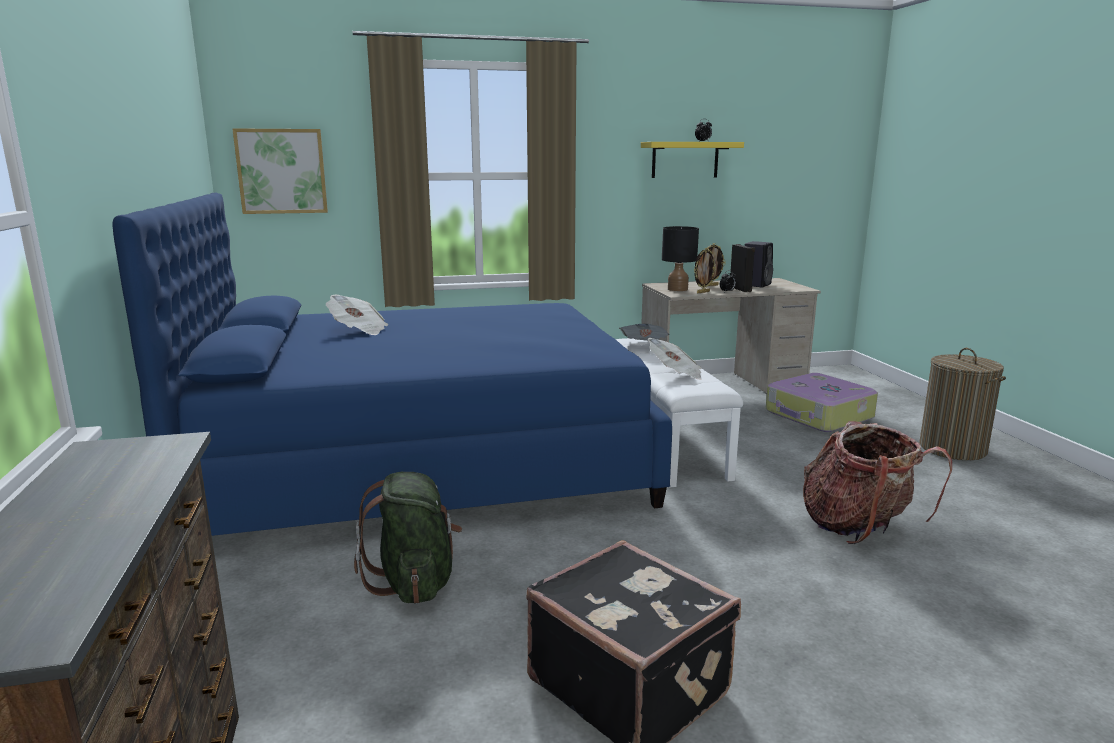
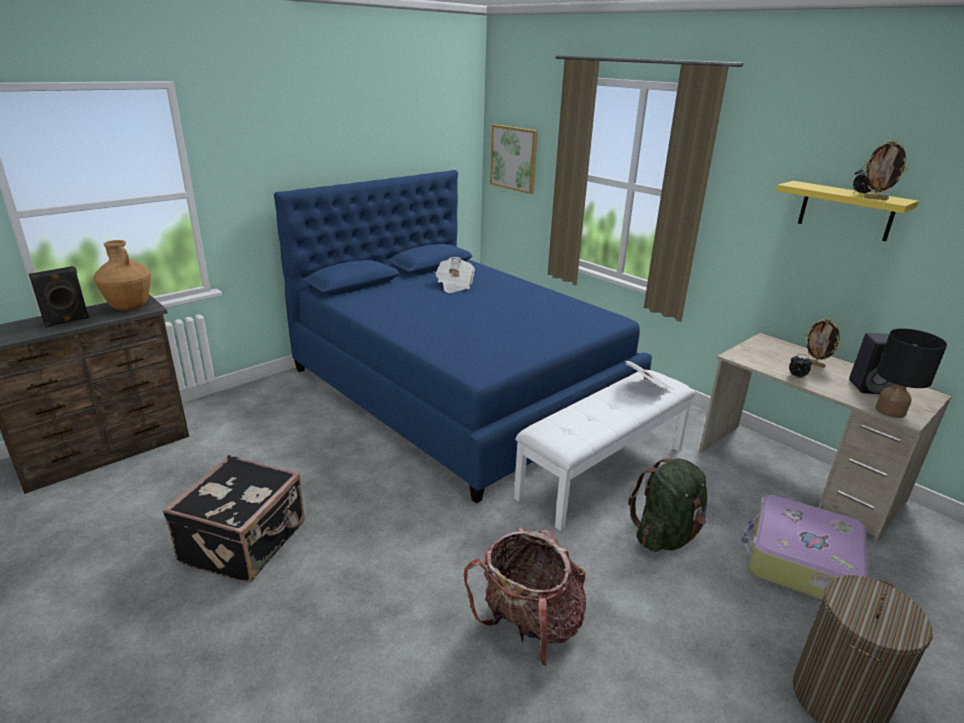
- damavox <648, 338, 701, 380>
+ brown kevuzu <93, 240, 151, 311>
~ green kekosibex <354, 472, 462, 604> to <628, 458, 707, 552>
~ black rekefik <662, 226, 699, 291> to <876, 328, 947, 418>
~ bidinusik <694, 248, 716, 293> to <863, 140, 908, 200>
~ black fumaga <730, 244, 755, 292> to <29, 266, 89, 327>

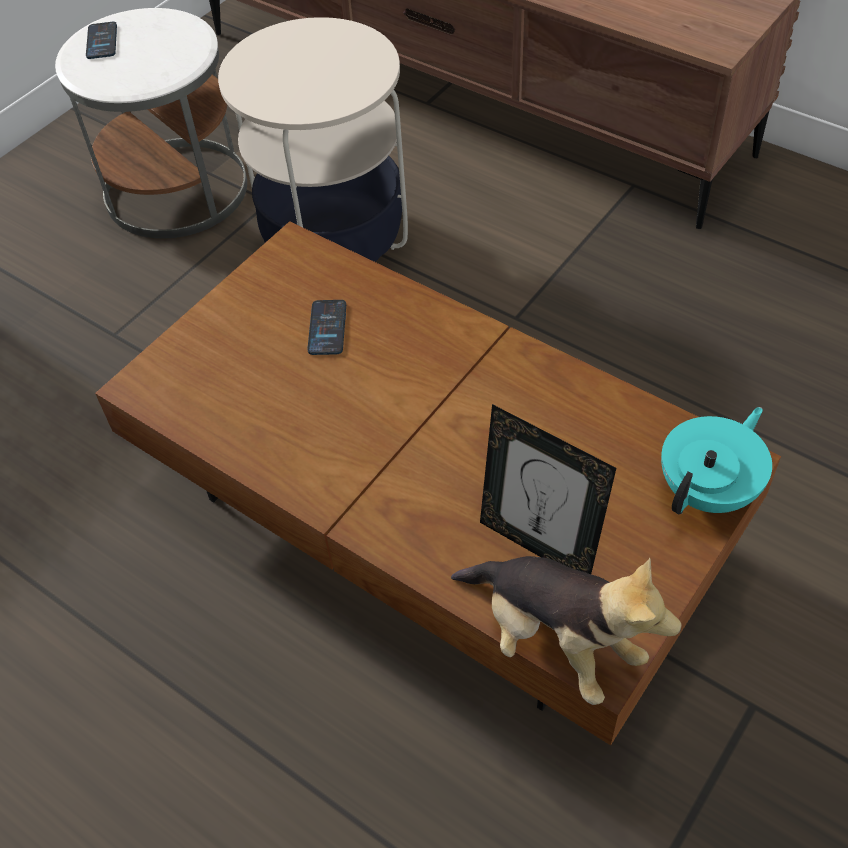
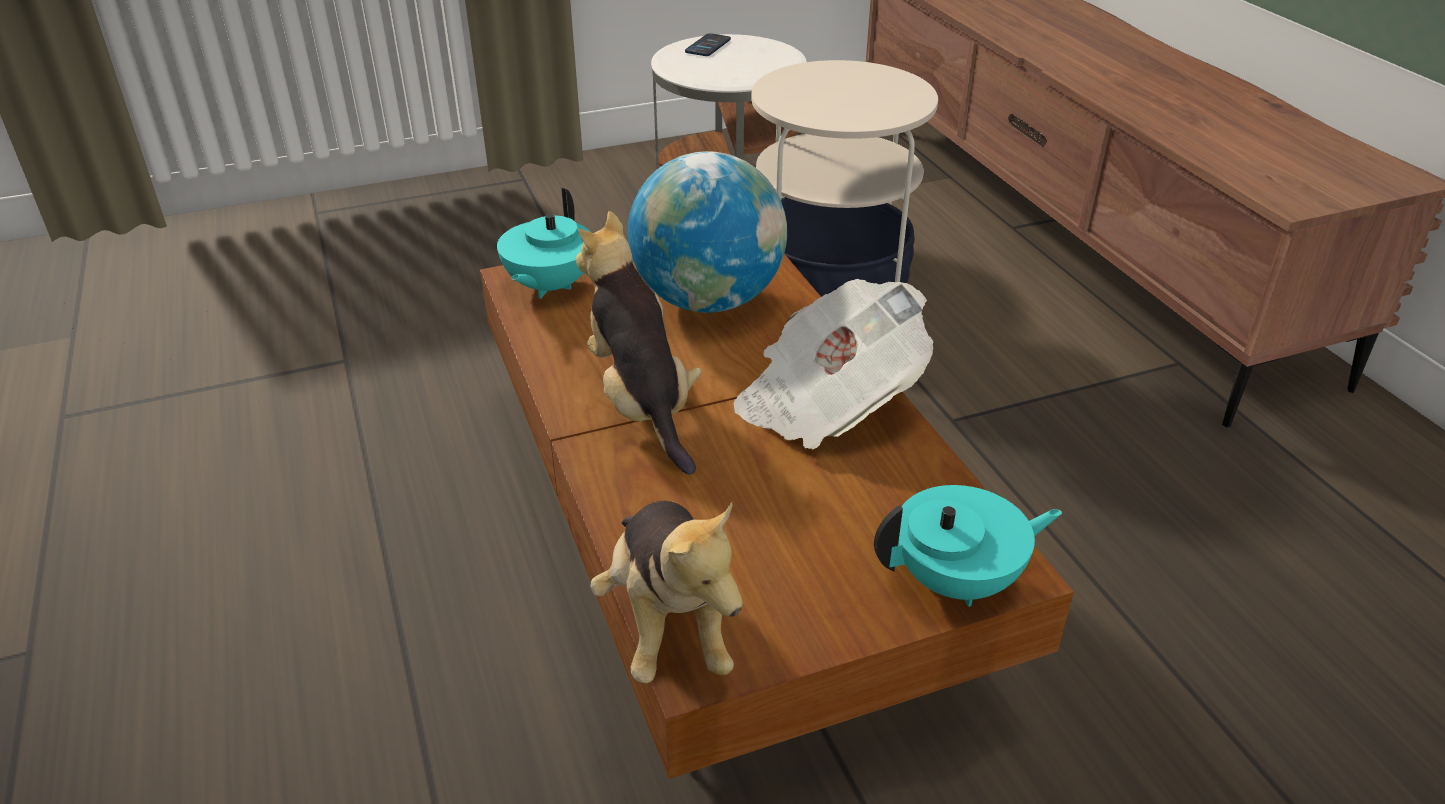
- bidinusik <480, 404, 616, 574>
+ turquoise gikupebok <497, 188, 591, 299>
+ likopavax <575, 211, 701, 475>
+ damavox <734, 279, 934, 449>
~ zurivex <307, 300, 346, 355> to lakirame <628, 151, 787, 313>

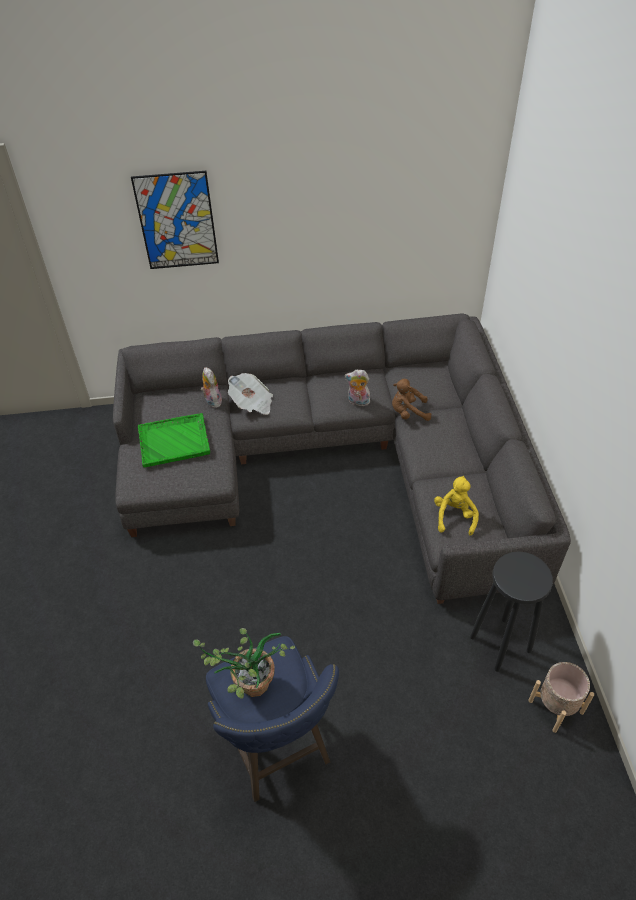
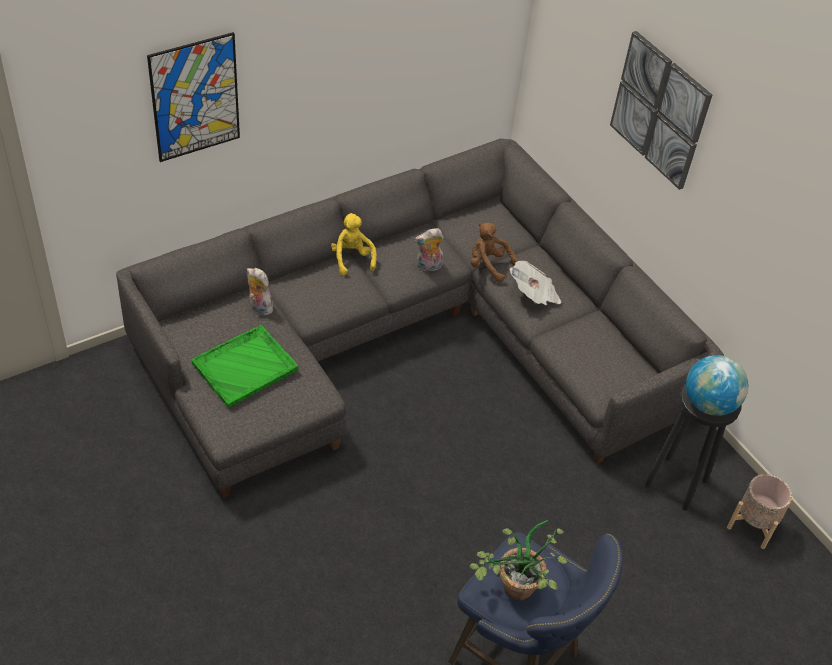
+ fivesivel <610, 31, 712, 190>
+ lakirame <686, 355, 748, 416>
~ damavox <228, 373, 273, 415> to <509, 261, 561, 305>
~ yellow likopavax <434, 476, 479, 536> to <331, 213, 377, 276>
~ brown likopavax <392, 379, 431, 421> = <471, 223, 518, 283> 60 degrees clockwise

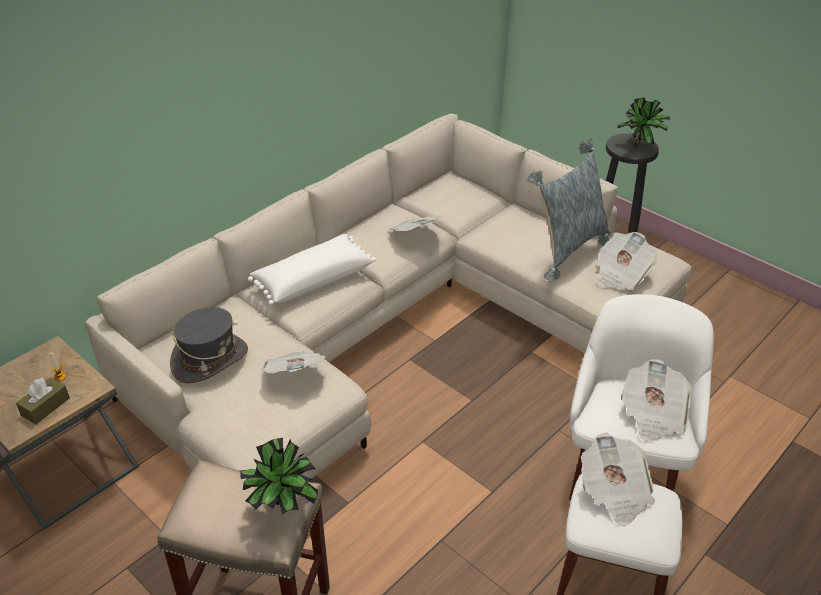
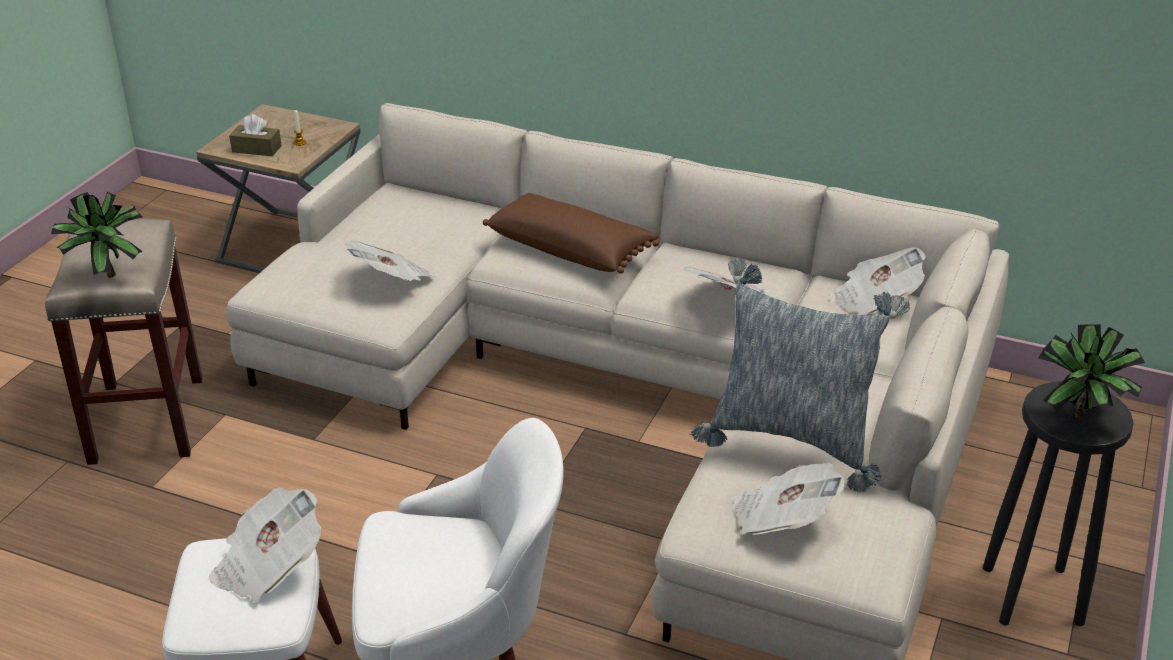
- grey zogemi <170, 307, 248, 383>
~ damavox <621, 359, 693, 442> to <829, 247, 926, 315>
~ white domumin <248, 234, 376, 305> to brown domumin <483, 193, 659, 274>

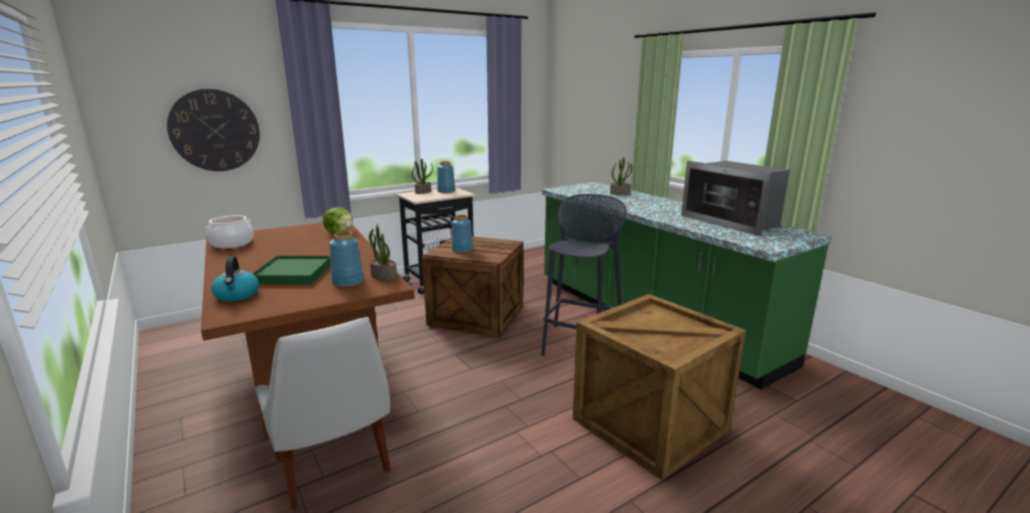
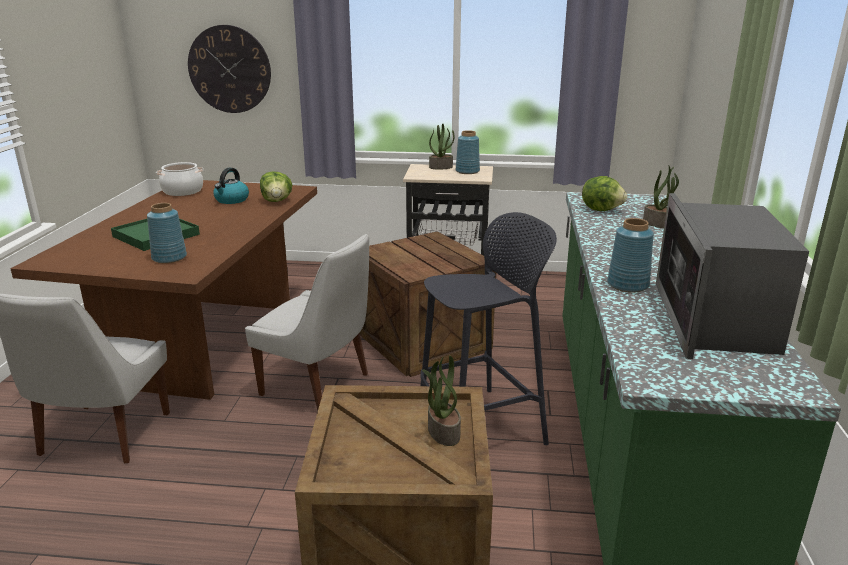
+ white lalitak <245, 234, 369, 410>
+ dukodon <582, 176, 627, 211>
~ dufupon <211, 256, 259, 302> to <214, 168, 249, 204>
~ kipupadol <369, 224, 397, 280> to <422, 356, 461, 446>
~ blue kevuzu <452, 215, 473, 253> to <607, 218, 654, 293>

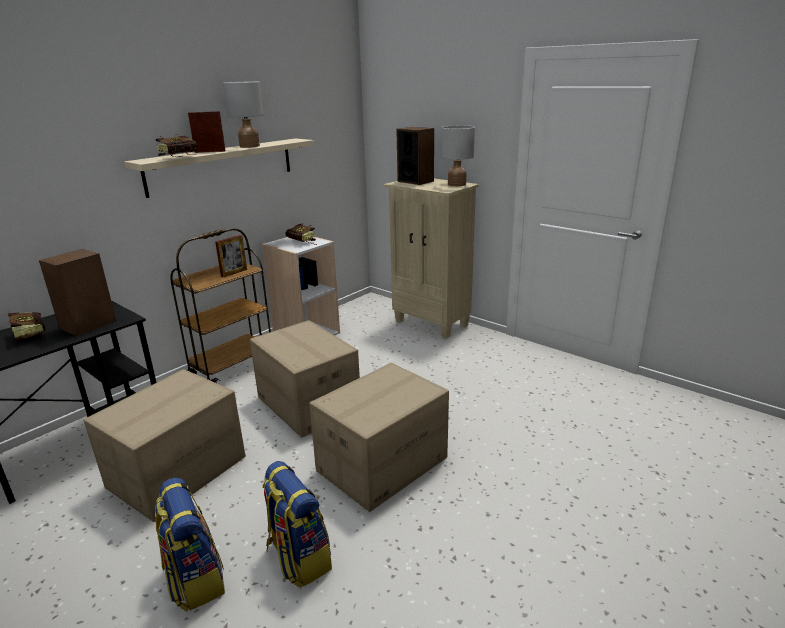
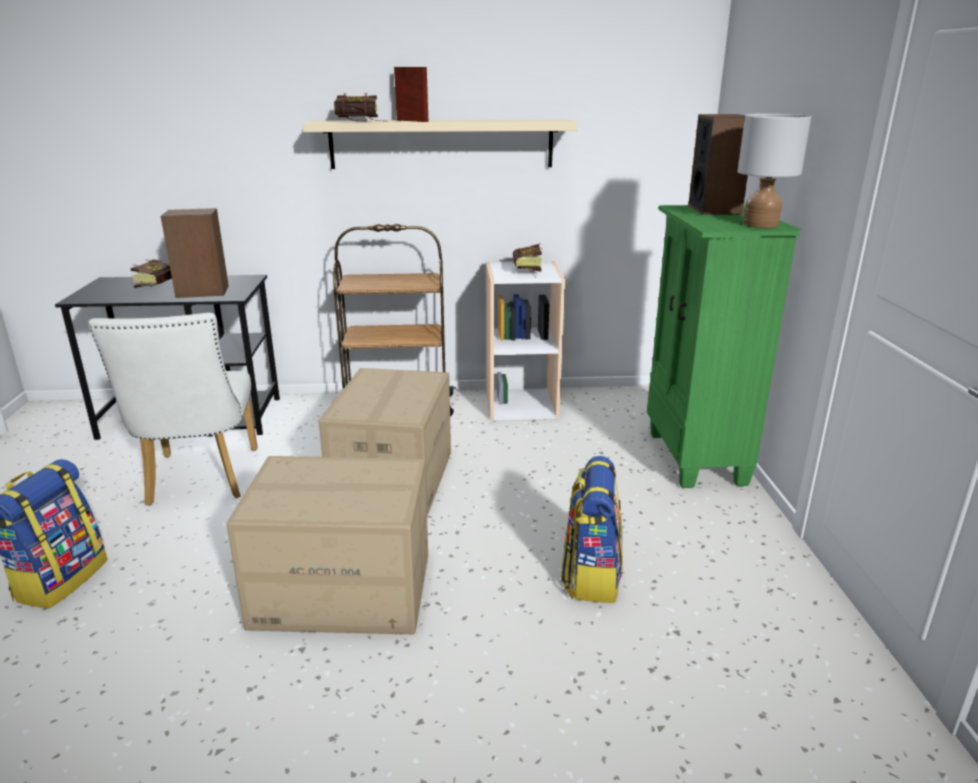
- bidinusik <215, 235, 247, 277>
- grey rekefik <223, 81, 263, 148>
~ kekosibex <262, 461, 332, 588> to <561, 456, 623, 603>
~ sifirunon <84, 369, 246, 522> to white lalitak <88, 313, 257, 506>
~ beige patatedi <384, 178, 478, 338> to green patatedi <647, 205, 801, 488>

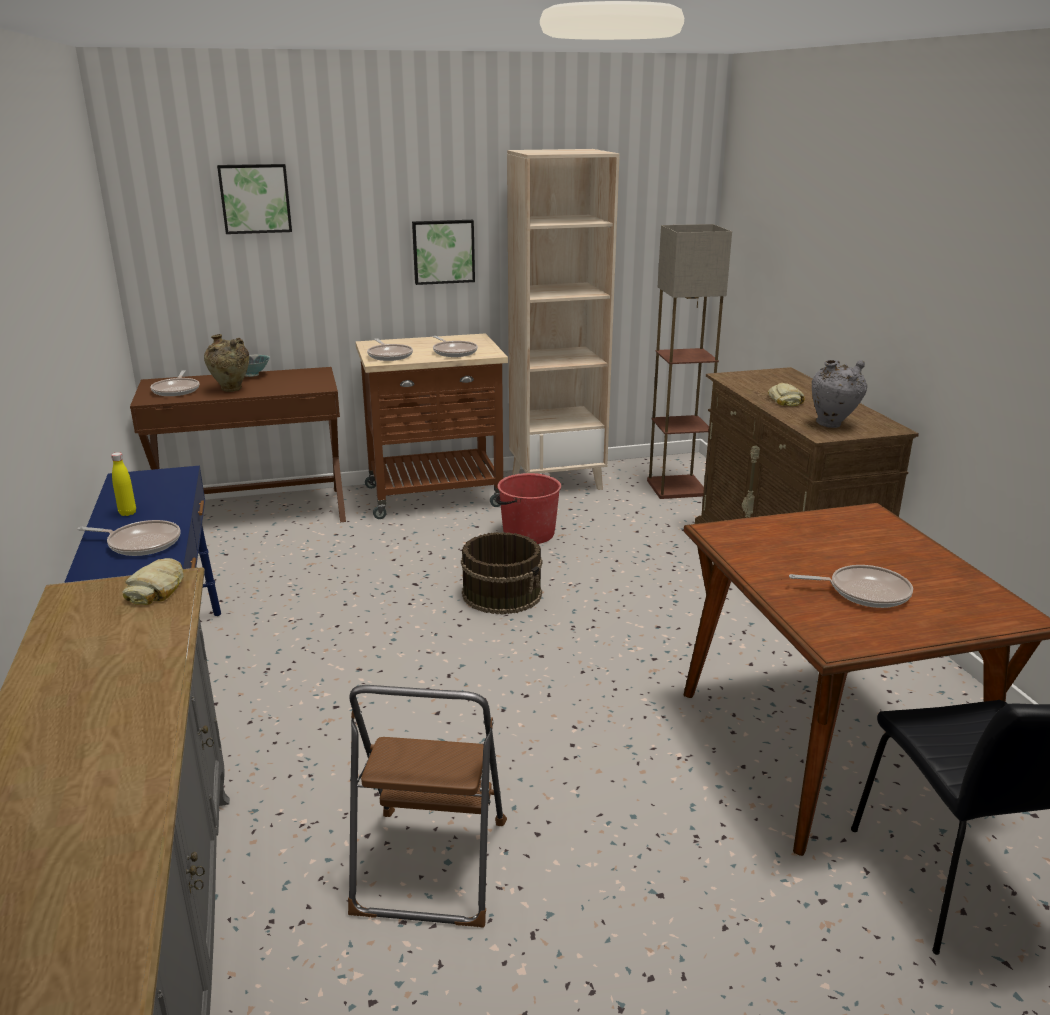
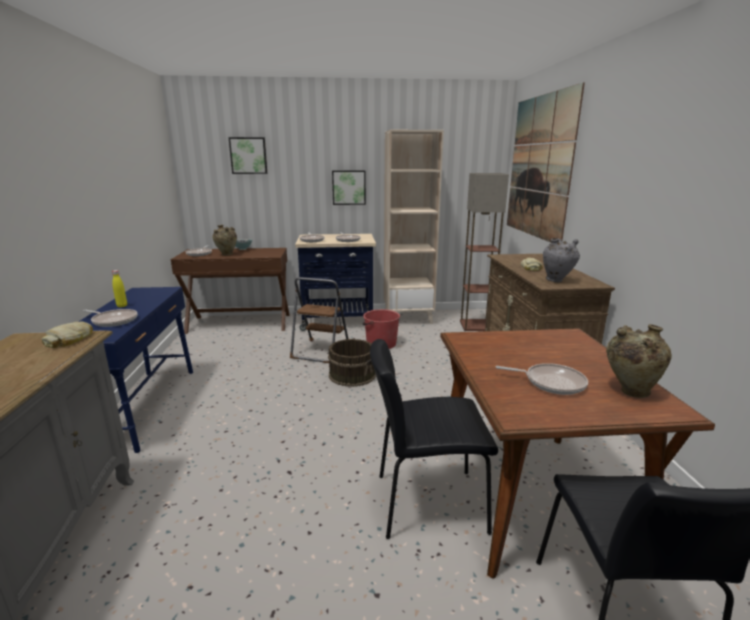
+ black lalitak <370, 339, 498, 539>
+ fivesivel <507, 82, 585, 243>
+ beige kevuzu <606, 324, 672, 398>
~ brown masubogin <348, 685, 507, 928> to <290, 277, 348, 363>
~ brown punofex <355, 333, 508, 519> to blue punofex <295, 234, 376, 331>

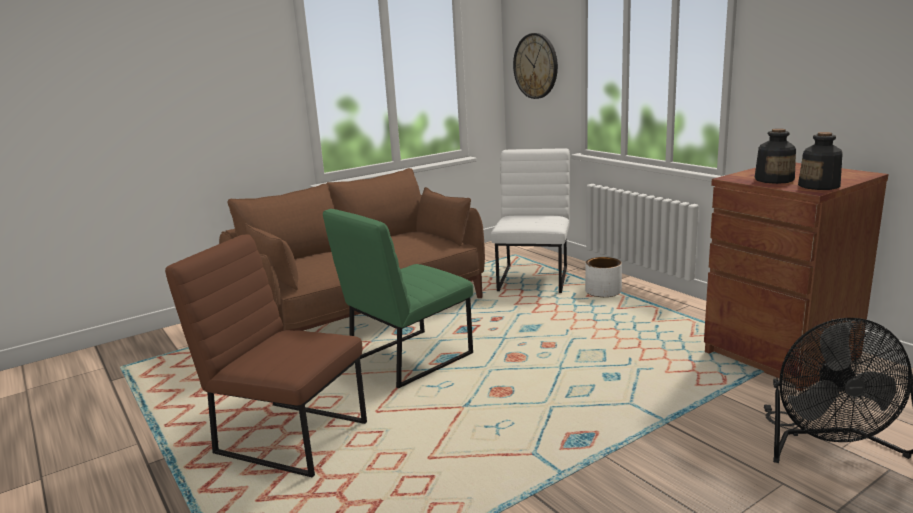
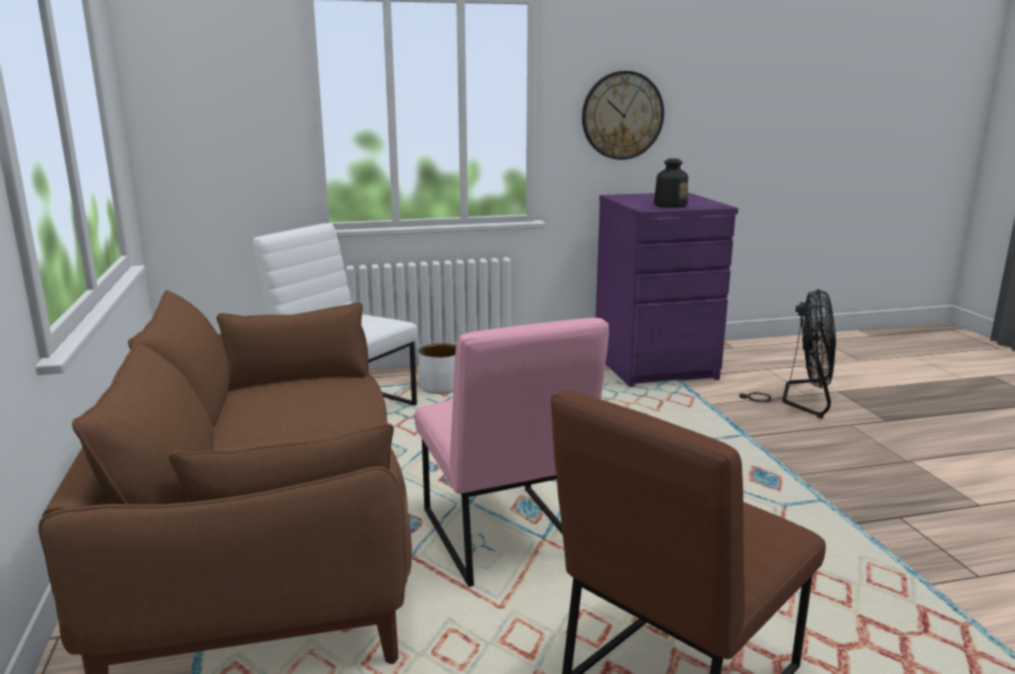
- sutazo <798, 132, 843, 190>
~ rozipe <513, 33, 558, 99> to <582, 71, 664, 160>
~ green lalitak <323, 209, 473, 388> to pink lalitak <414, 318, 609, 587>
~ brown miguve <704, 163, 889, 391> to purple miguve <596, 193, 738, 387>

